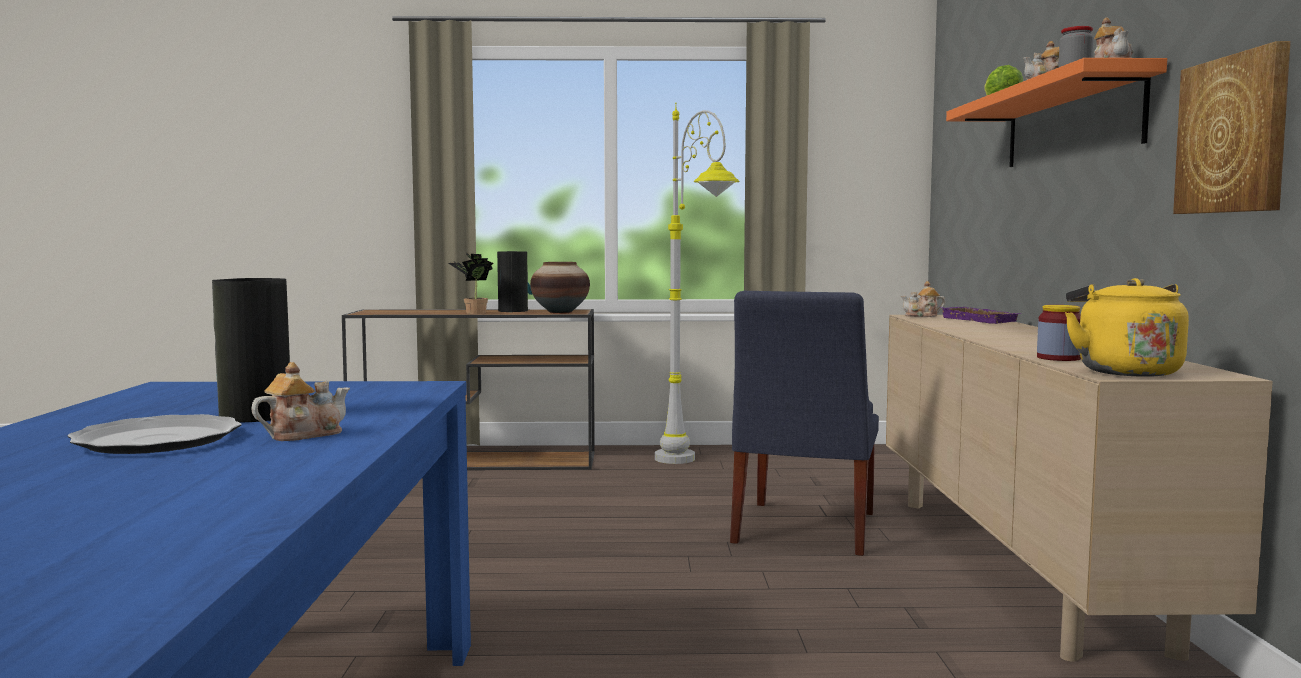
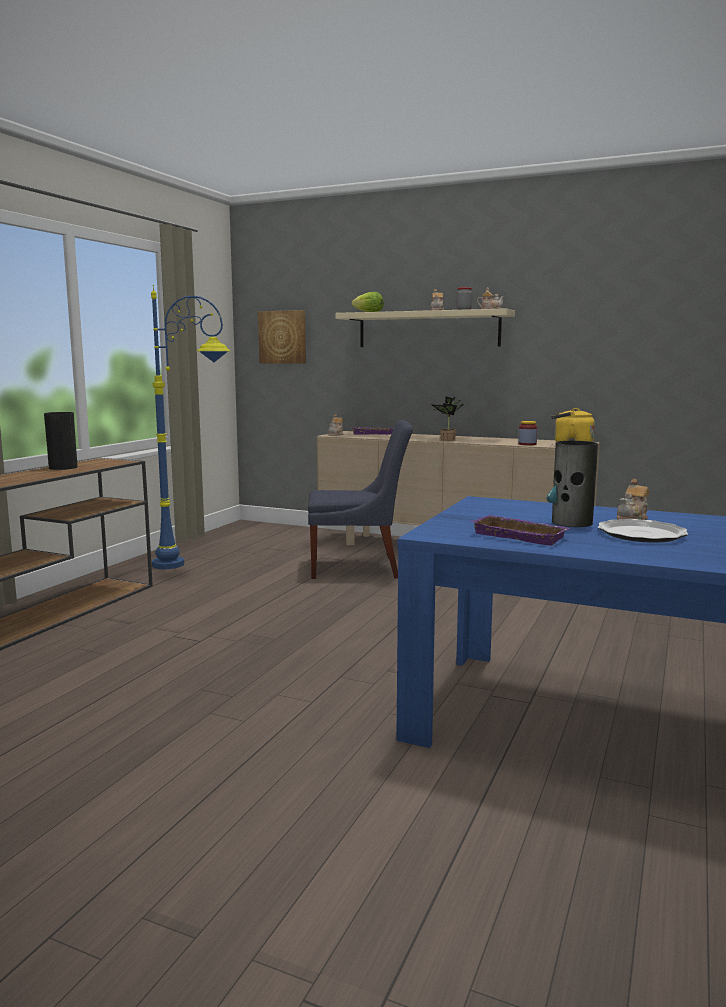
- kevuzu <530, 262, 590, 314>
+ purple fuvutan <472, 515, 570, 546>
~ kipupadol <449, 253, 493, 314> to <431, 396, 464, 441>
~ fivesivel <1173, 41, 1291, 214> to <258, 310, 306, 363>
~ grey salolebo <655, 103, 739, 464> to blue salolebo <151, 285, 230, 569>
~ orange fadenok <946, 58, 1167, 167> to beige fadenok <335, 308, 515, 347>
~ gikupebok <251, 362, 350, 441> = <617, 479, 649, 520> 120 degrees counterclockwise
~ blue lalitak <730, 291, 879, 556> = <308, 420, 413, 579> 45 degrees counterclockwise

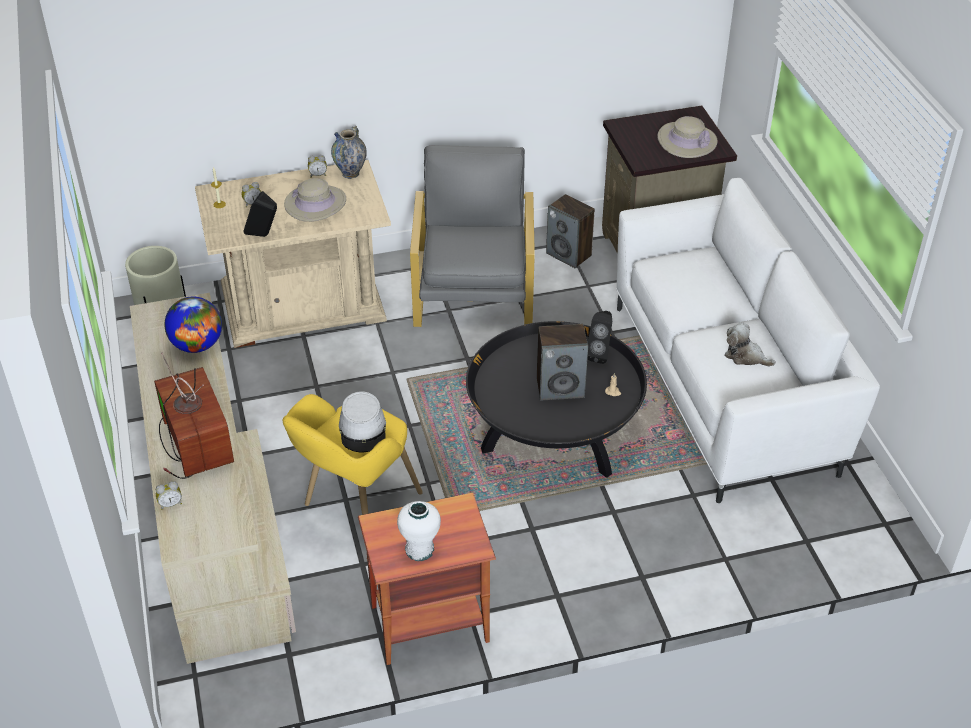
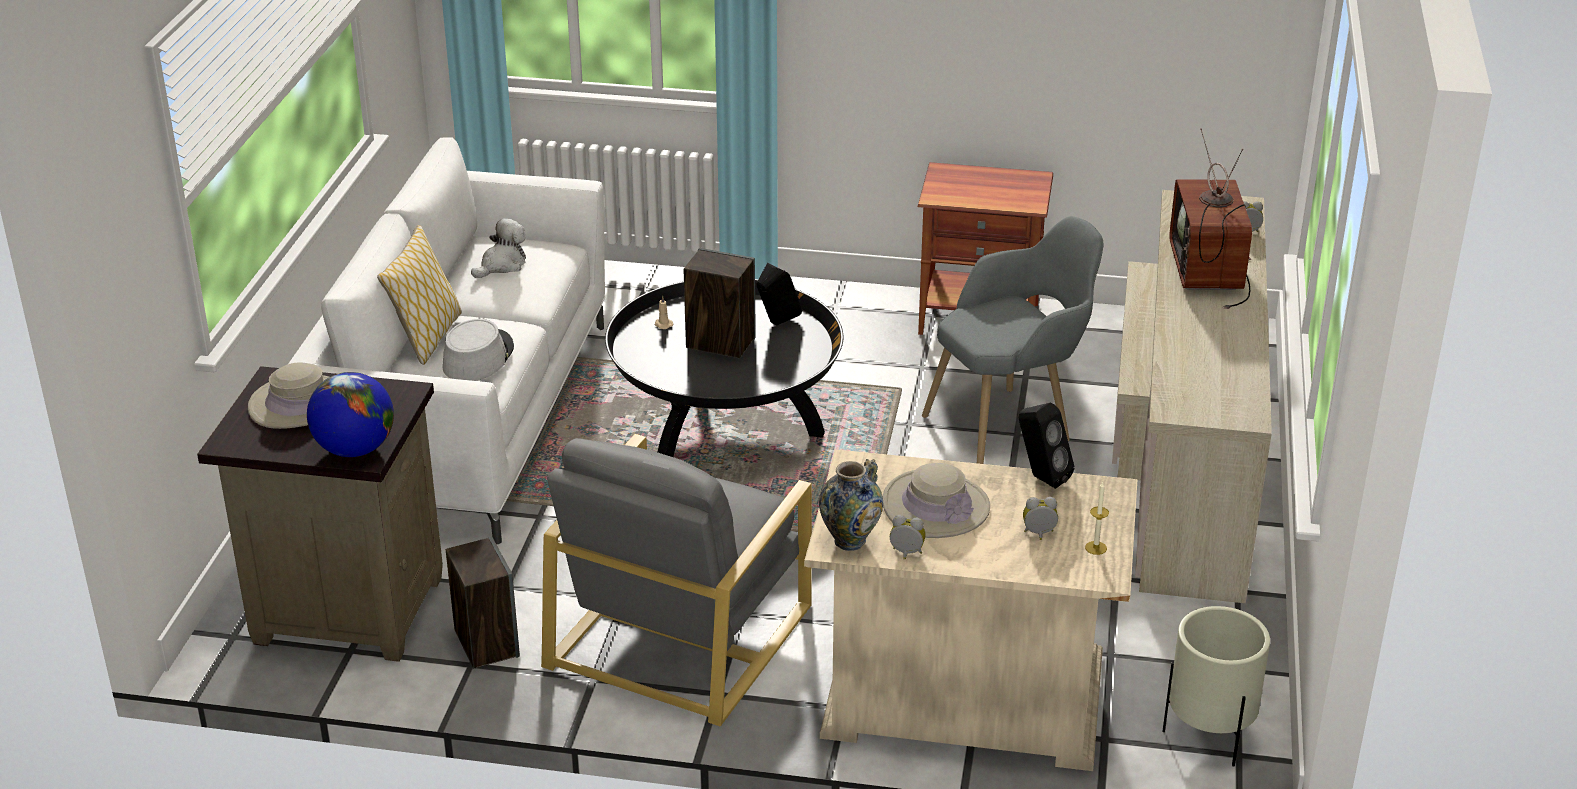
- white kevuzu <397, 501, 441, 561>
+ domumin <377, 225, 462, 365>
~ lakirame <164, 297, 222, 353> to <307, 372, 394, 457>
~ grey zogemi <339, 391, 386, 452> to <442, 319, 514, 381>
~ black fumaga <588, 311, 612, 364> to <756, 263, 802, 325>
~ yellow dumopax <282, 394, 423, 515> to grey dumopax <922, 216, 1103, 464>
~ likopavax <725, 322, 776, 366> = <471, 218, 526, 278> 105 degrees counterclockwise

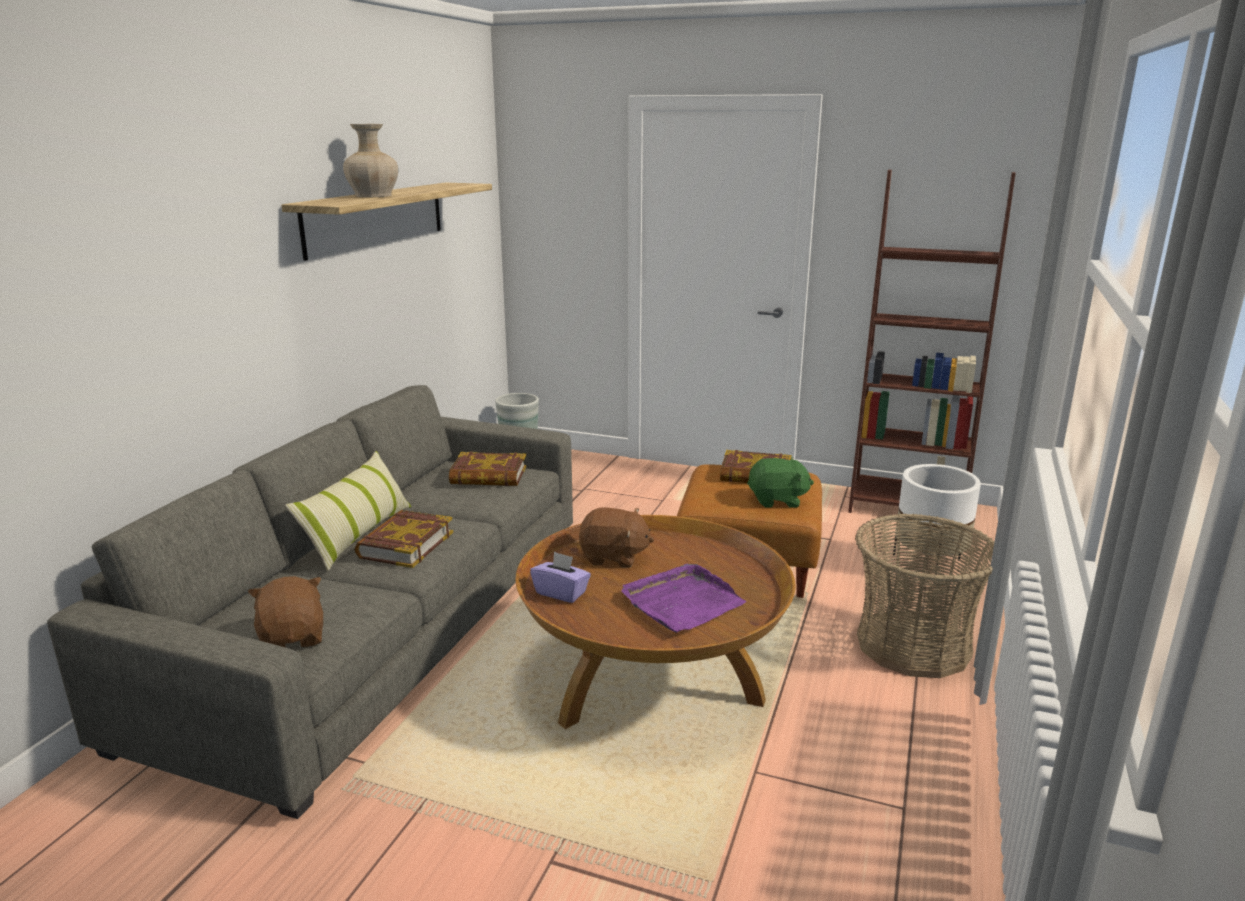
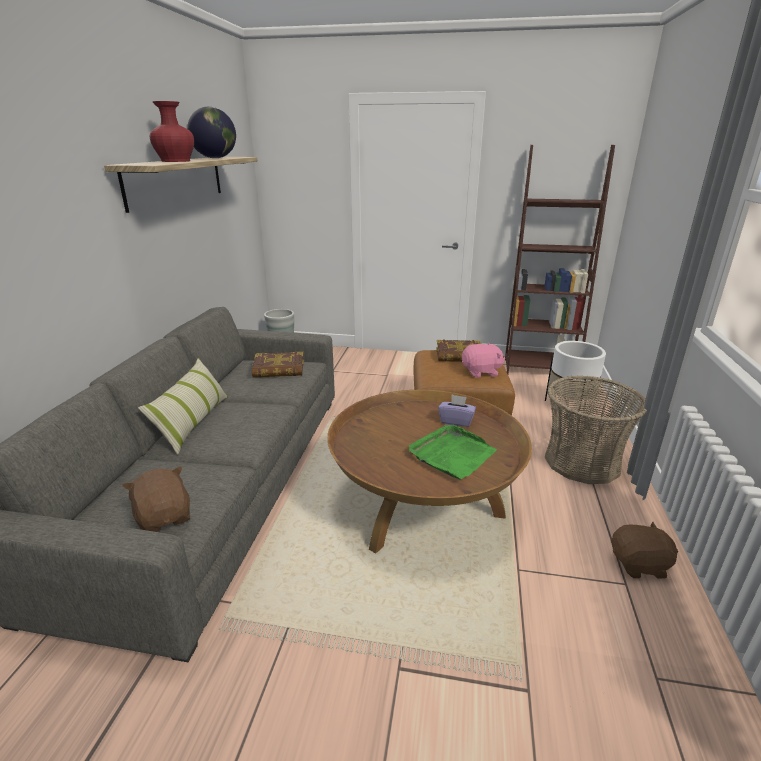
- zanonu <355, 510, 453, 568>
+ lakirame <187, 107, 236, 158>
~ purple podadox <530, 551, 591, 603> to <438, 395, 476, 427>
~ brown likopavax <579, 508, 654, 568> to <611, 522, 678, 579>
~ beige kevuzu <343, 124, 398, 197> to red kevuzu <150, 101, 194, 162>
~ purple fuvutan <621, 564, 746, 633> to green fuvutan <409, 424, 497, 480>
~ green likopavax <747, 457, 814, 508> to pink likopavax <462, 343, 505, 378>

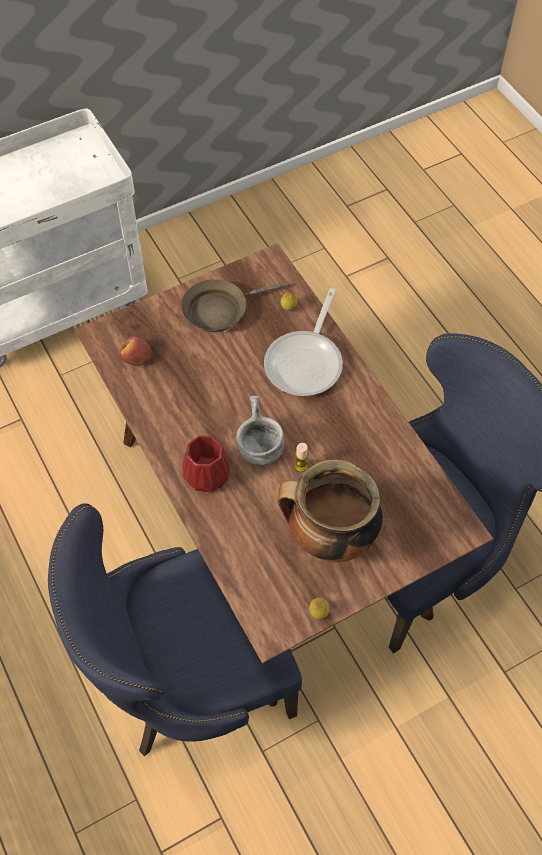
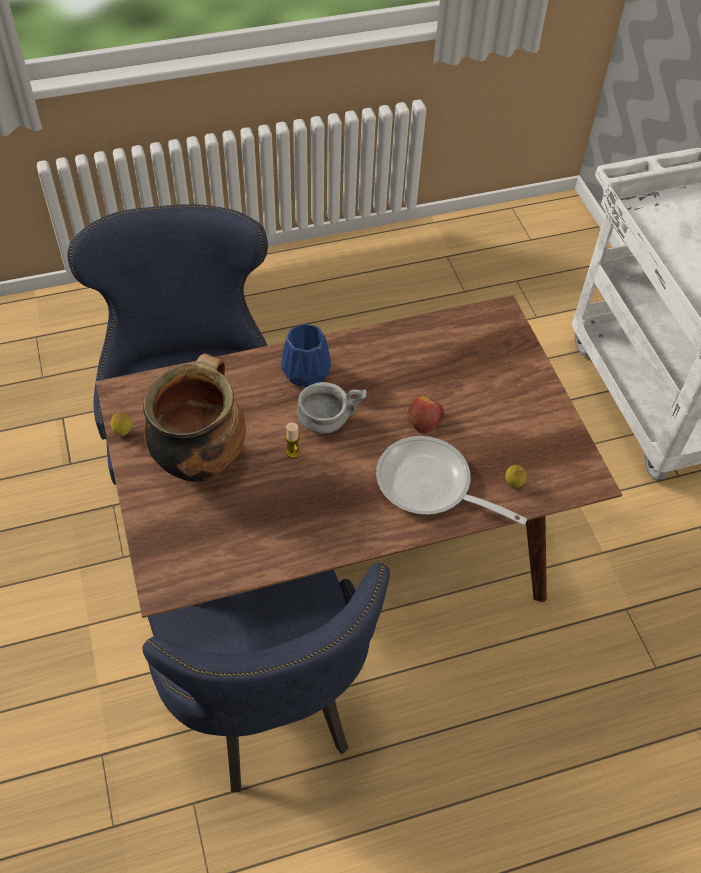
- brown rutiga <181, 279, 289, 332>
~ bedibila <120, 336, 153, 366> to <407, 396, 444, 434>
~ red kevuzu <182, 436, 230, 492> to blue kevuzu <281, 324, 331, 387>

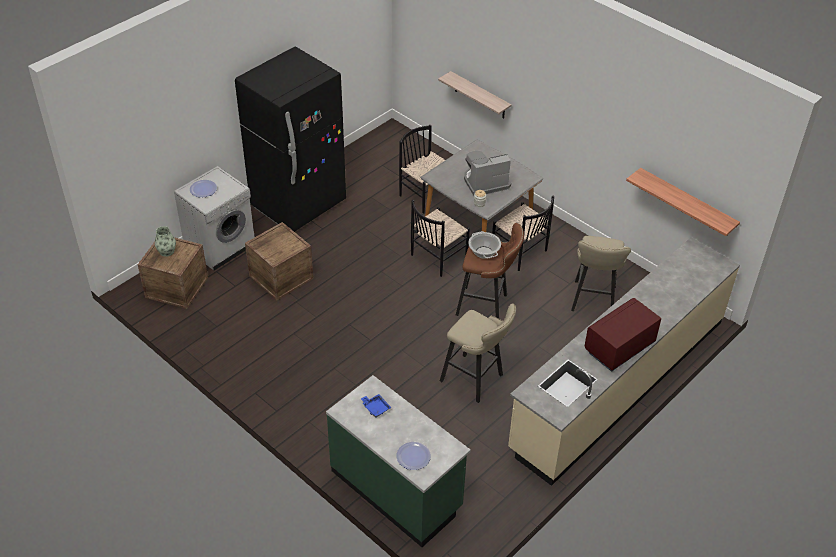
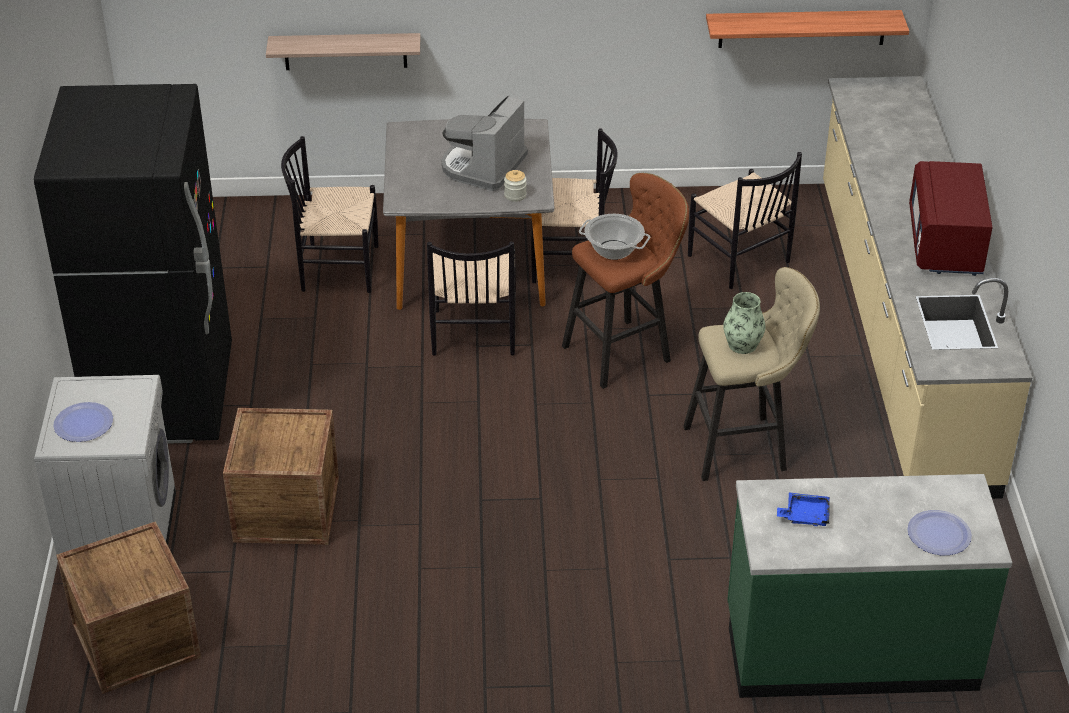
~ kevuzu <155, 226, 176, 257> to <723, 292, 765, 354>
~ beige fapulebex <571, 236, 631, 311> to black lalitak <688, 152, 802, 289>

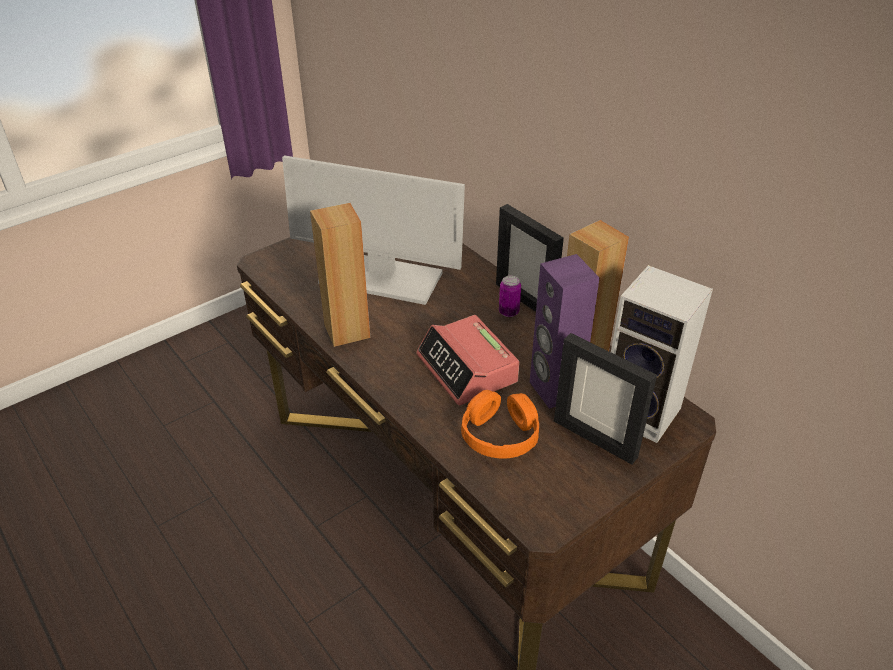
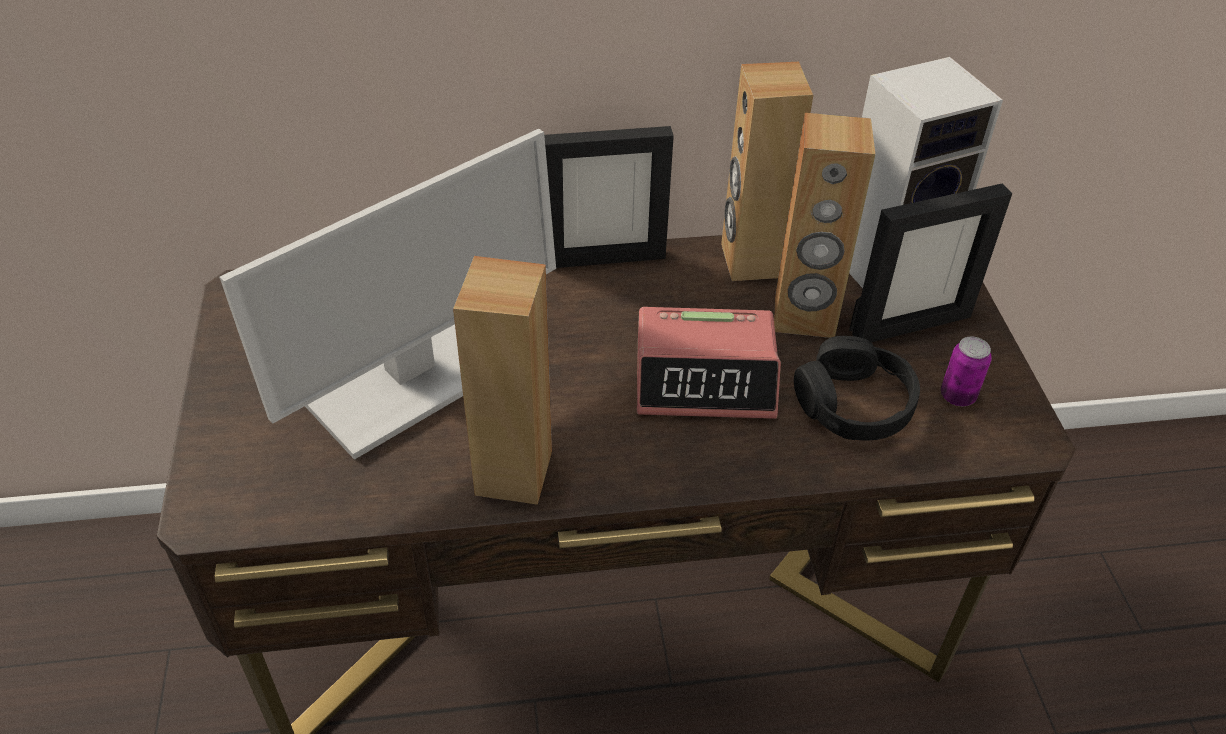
~ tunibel <499, 276, 521, 317> to <941, 337, 992, 406>
~ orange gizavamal <461, 390, 539, 458> to black gizavamal <794, 336, 920, 440>
~ purple fumaga <530, 254, 600, 409> to brown fumaga <774, 113, 875, 338>

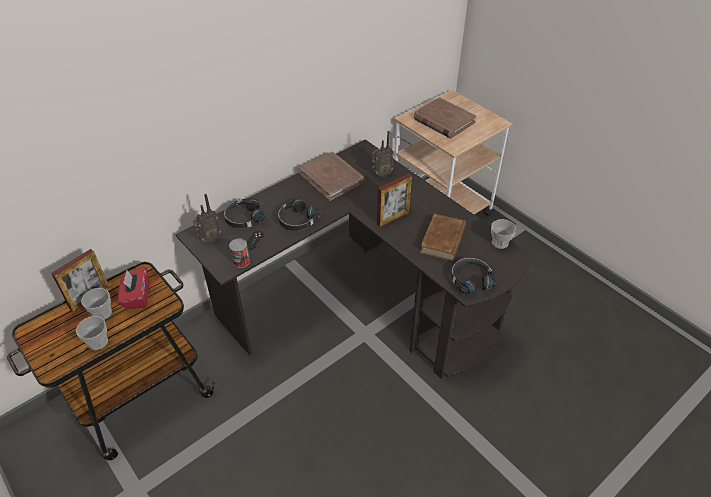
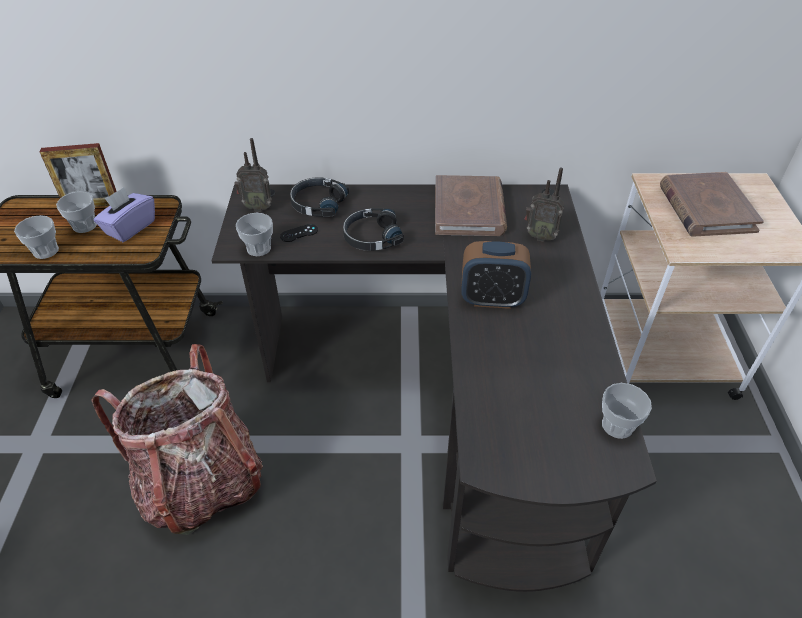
- brown zanonu <420, 213, 466, 261>
- black gizavamal <451, 258, 497, 295>
+ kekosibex <91, 344, 263, 535>
~ tunibel <229, 238, 250, 268> to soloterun <236, 213, 273, 256>
~ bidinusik <377, 174, 412, 227> to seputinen <461, 241, 531, 309>
~ red podadox <118, 267, 149, 309> to purple podadox <93, 187, 155, 242>

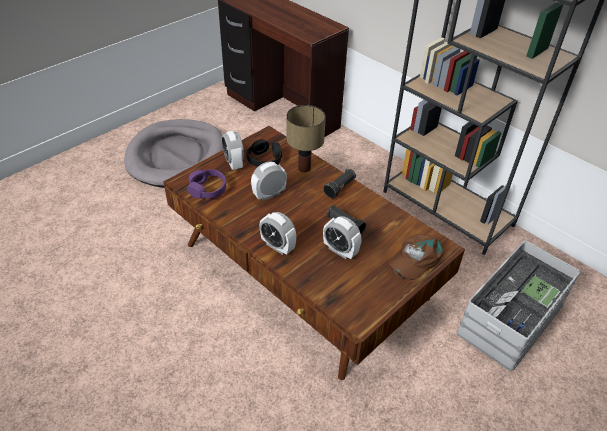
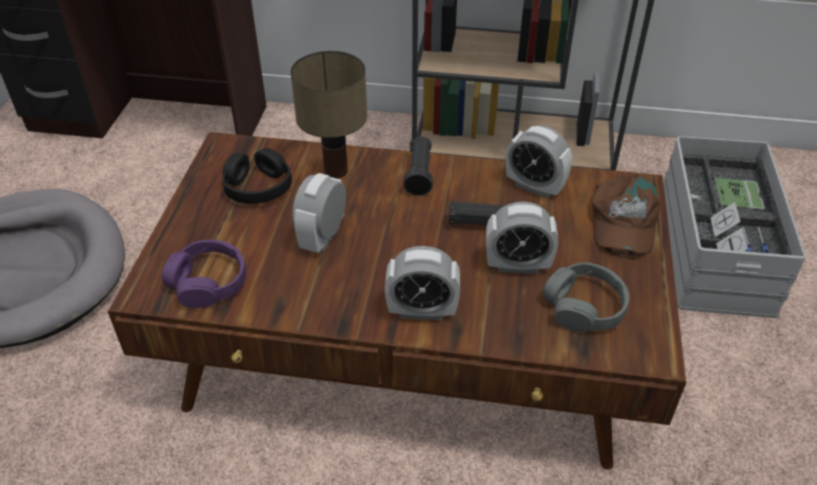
+ grey gizavamal <543, 262, 629, 332>
~ seputinen <222, 131, 244, 170> to <506, 126, 572, 198>

